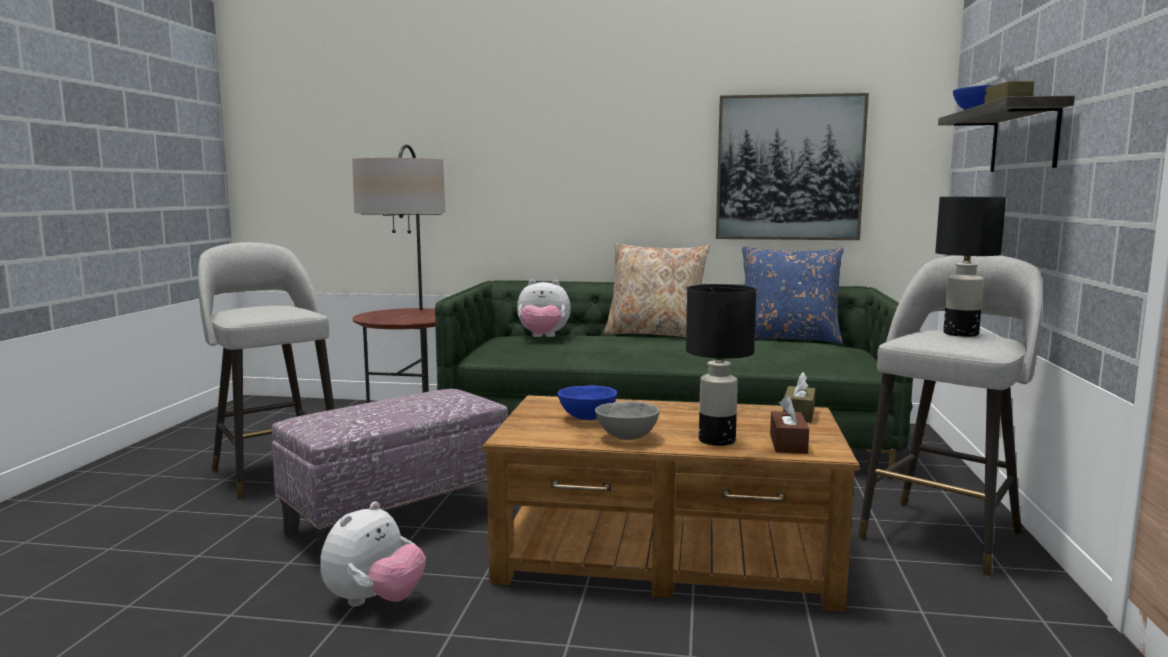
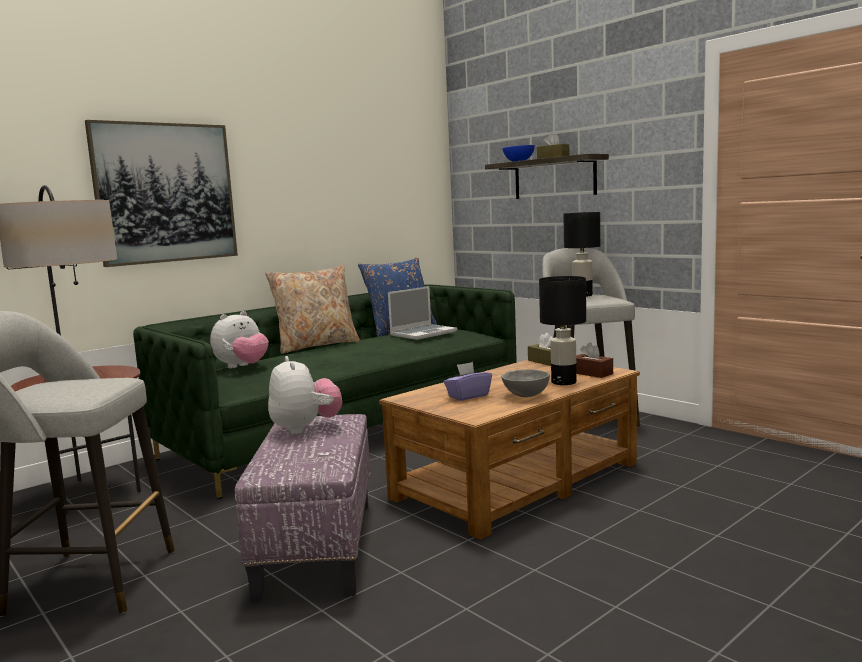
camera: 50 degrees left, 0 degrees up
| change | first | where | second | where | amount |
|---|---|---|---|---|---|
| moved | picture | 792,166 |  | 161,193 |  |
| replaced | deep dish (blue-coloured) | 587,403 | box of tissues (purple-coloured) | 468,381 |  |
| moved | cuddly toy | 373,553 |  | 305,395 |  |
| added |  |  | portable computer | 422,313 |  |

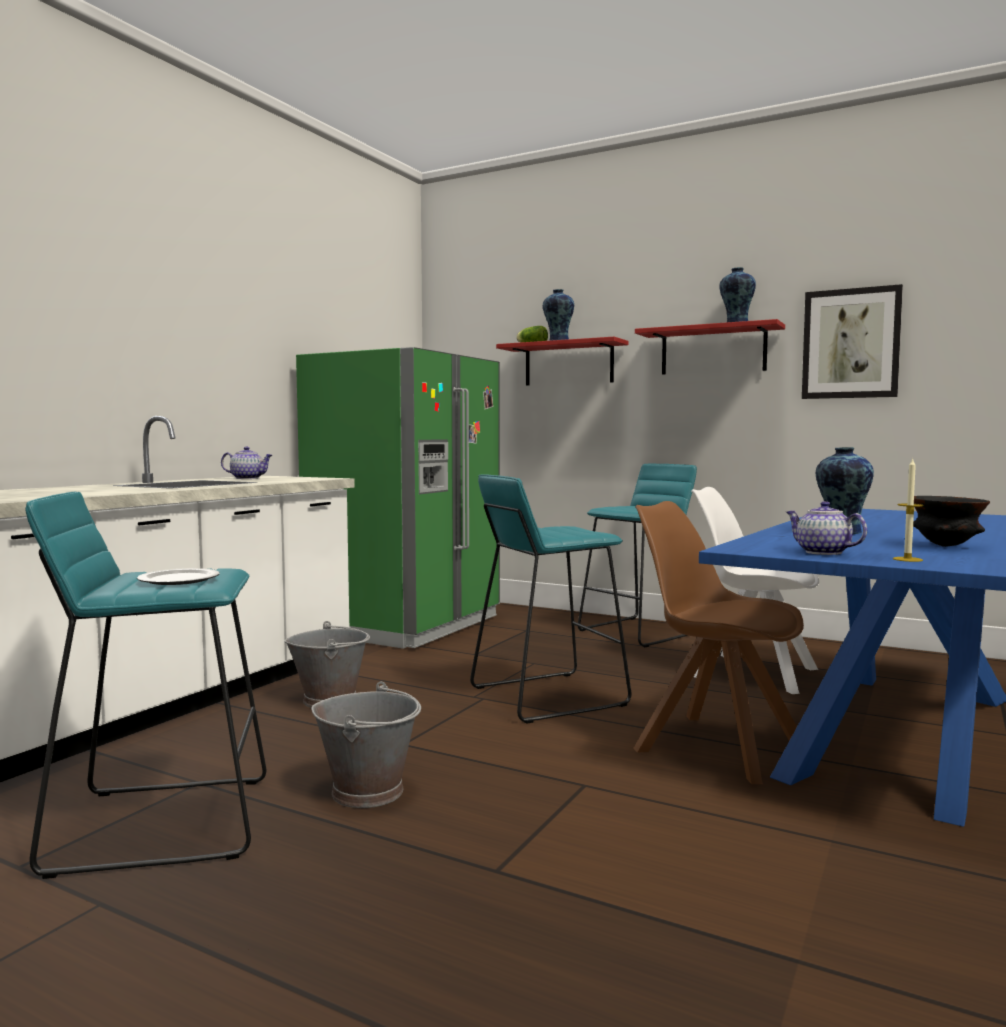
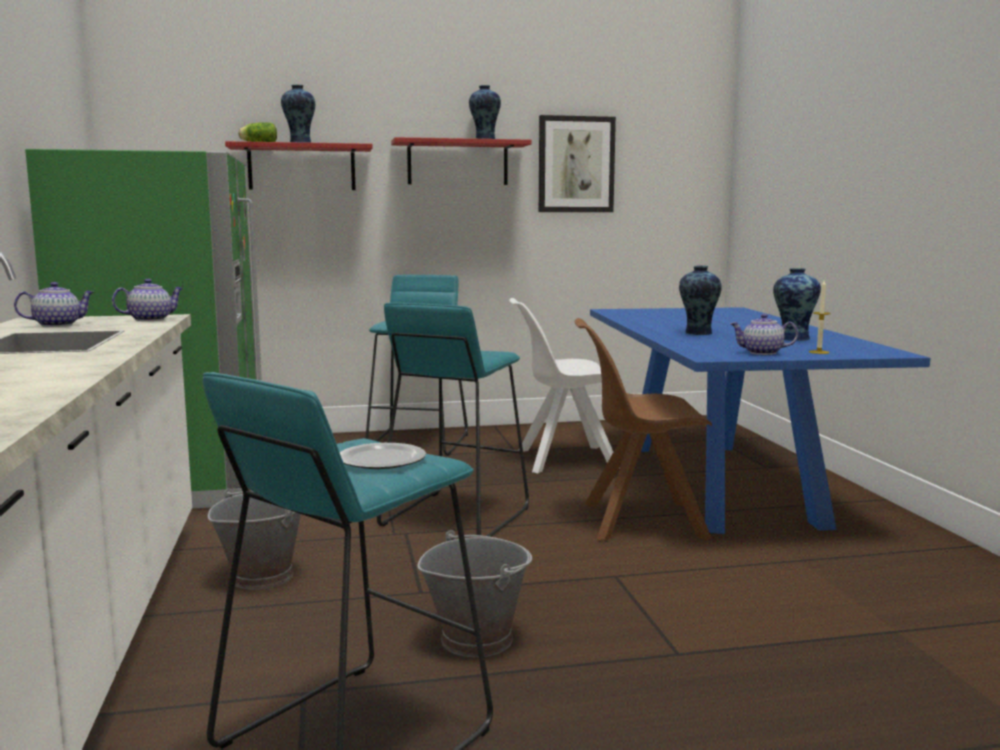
camera: 40 degrees left, 5 degrees up
| change | first | where | second | where | amount |
|---|---|---|---|---|---|
| replaced | deep dish (blackish) | 951,521 | decorative vase | 797,304 |  |
| added |  |  | pot for tea | 148,300 |  |

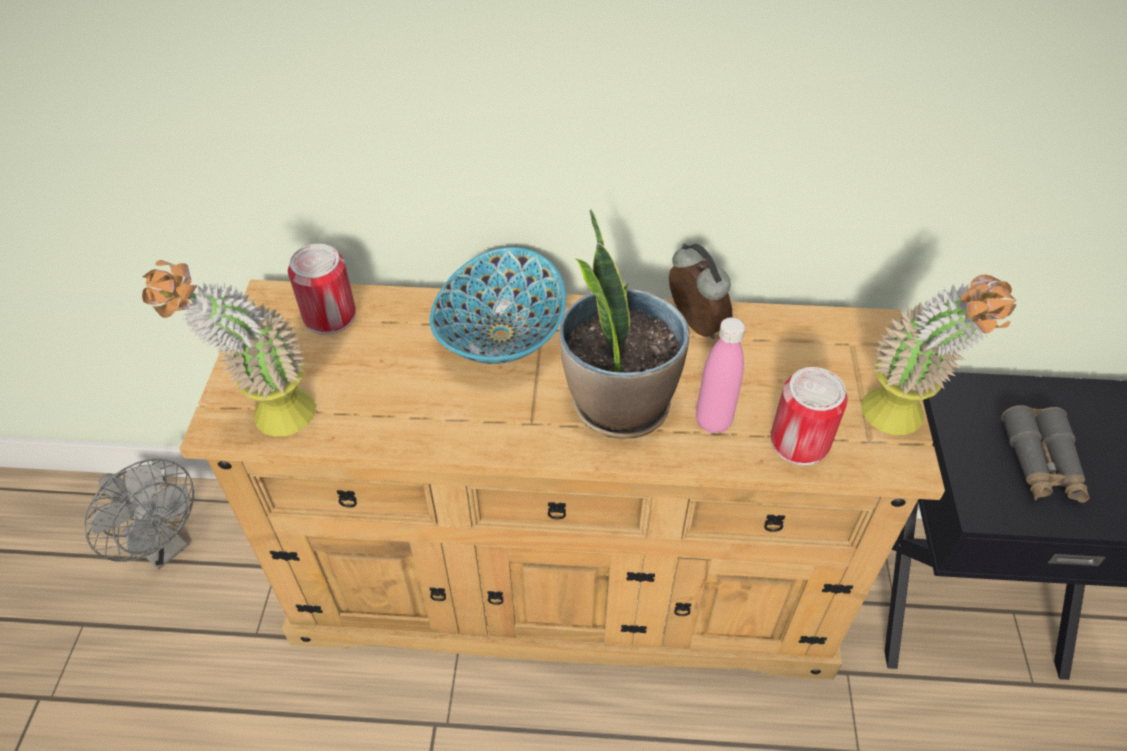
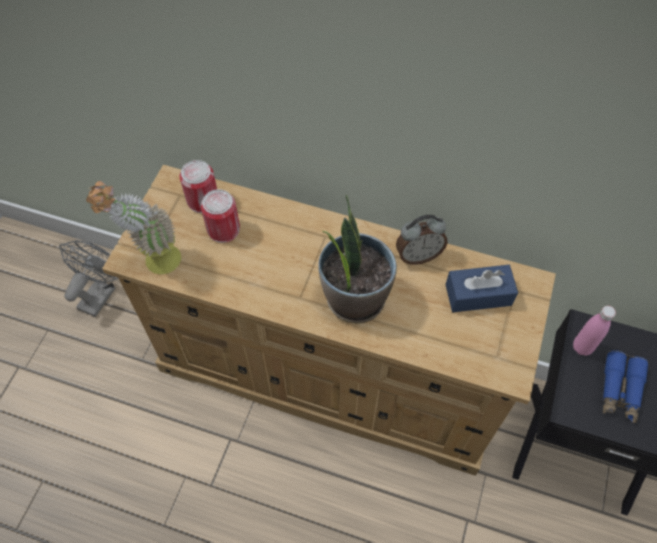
camera: 15 degrees right, 10 degrees up
| change | first | where | second | where | amount |
|---|---|---|---|---|---|
| turned | alarm clock | 701,291 |  | 422,240 | 90 degrees clockwise |
| removed | deep dish | 498,305 |  |  |  |
| removed | potted plant | 938,355 |  |  |  |
| moved | beverage bottle (pink-coloured) | 720,375 |  | 594,331 |  |
| moved | can | 809,416 |  | 220,216 |  |
| recoloured | field glasses (grey) | 1045,454 | field glasses (blue-coloured) | 626,386 |  |
| turned | electric fan (grey) | 139,514 |  | 89,278 | 120 degrees counterclockwise |
| added |  |  | box of tissues (blue-coloured) | 482,288 |  |

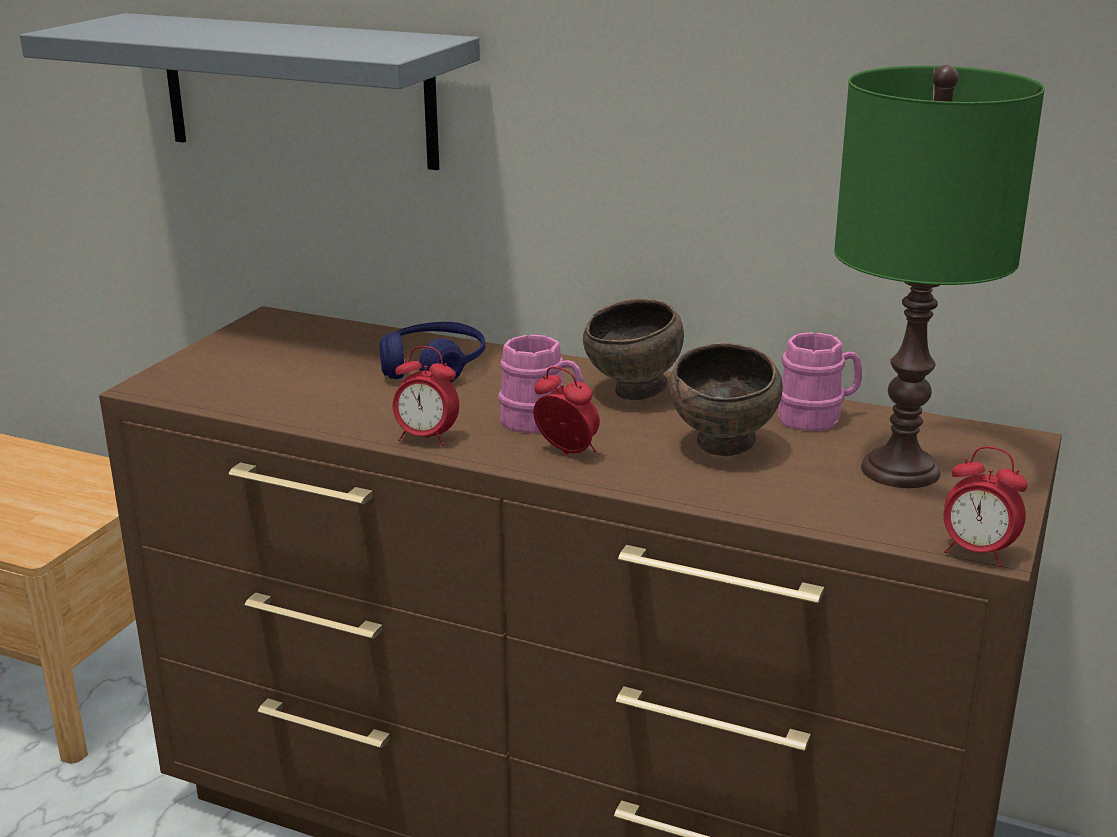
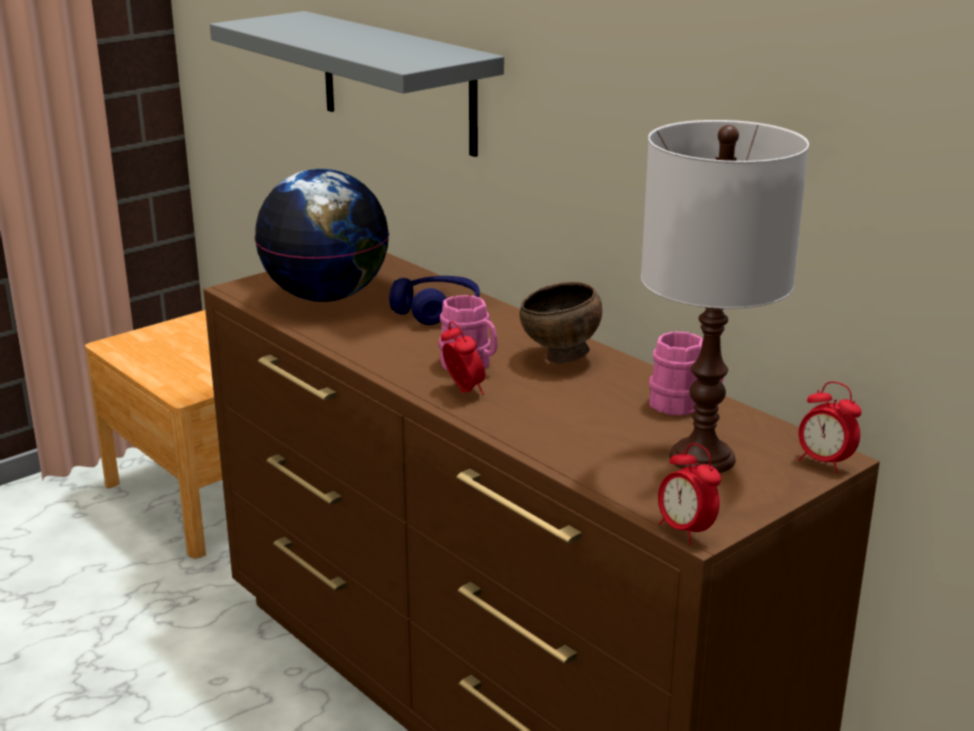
camera: 25 degrees right, 0 degrees up
| change | first | where | second | where | amount |
|---|---|---|---|---|---|
| recoloured | lamp for a table (greenish) | 939,276 | lamp for a table (white-coloured) | 725,296 |  |
| removed | deep dish (brown-coloured) | 726,399 |  |  |  |
| moved | alarm clock | 426,396 |  | 829,427 |  |
| added |  |  | globe | 322,235 |  |

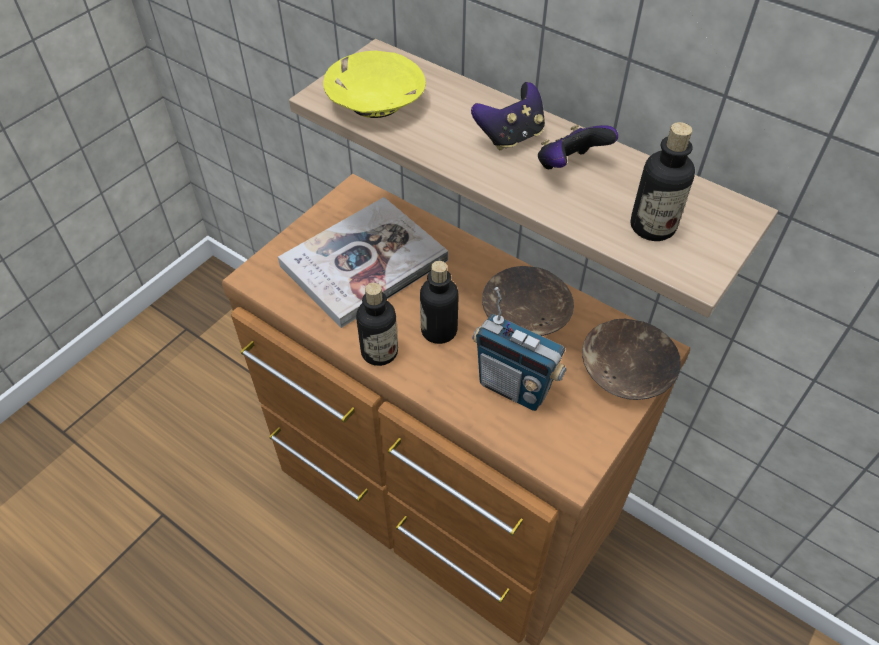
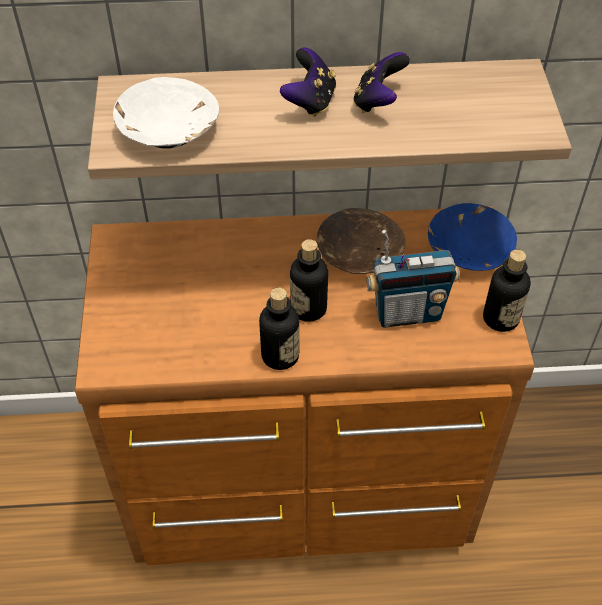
camera: 40 degrees left, 0 degrees up
| change | first | where | second | where | amount |
|---|---|---|---|---|---|
| recoloured | deep dish (yellow) | 374,84 | deep dish (white-coloured) | 166,113 |  |
| moved | beverage bottle | 662,181 |  | 507,290 |  |
| removed | book | 363,262 |  |  |  |
| recoloured | deep dish (brown-coloured) | 631,359 | deep dish (blue-coloured) | 472,237 |  |

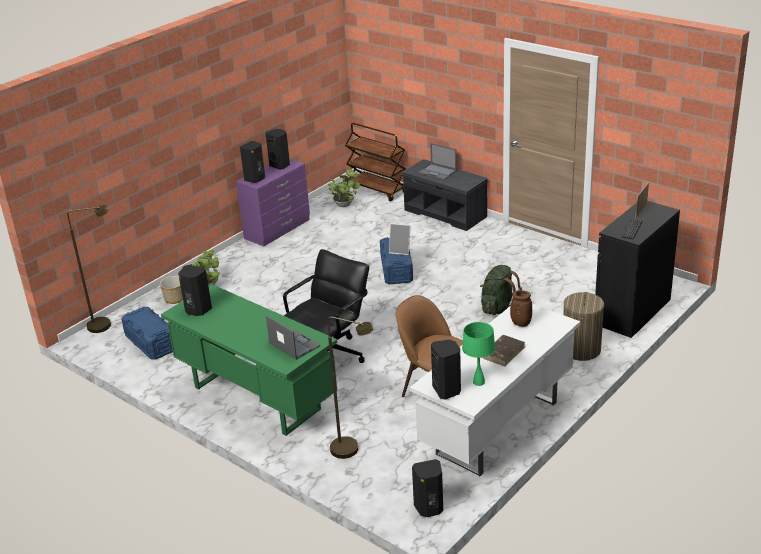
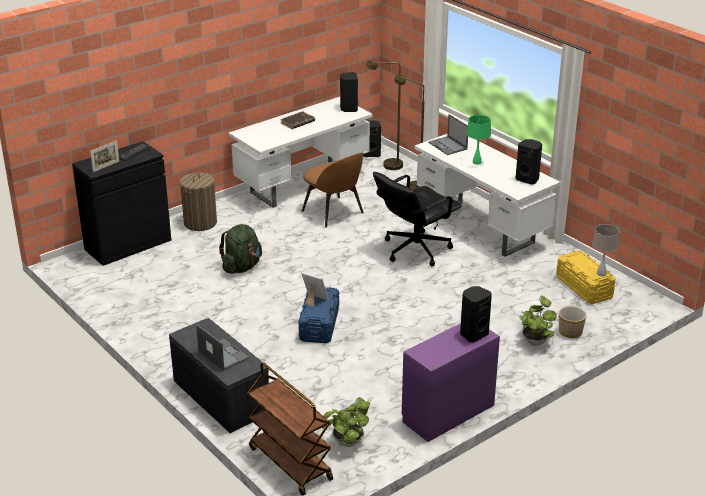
camera: 170 degrees left, 0 degrees up
| change | first | where | second | where | amount |
|---|---|---|---|---|---|
| removed | speaker (blackish) | 278,149 |  |  |  |
| moved | standard lamp (brown-coloured) | 89,269 |  | 384,115 |  |
| recoloured | desk (greenish) | 249,360 | desk (white-coloured) | 487,195 |  |
| removed | decorative vase (brown-coloured) | 521,308 |  |  |  |
| recoloured | storage container (blue-coloured) | 147,333 | storage container (yellow) | 586,277 |  |
| moved | lamp for a table (greenish) | 478,354 |  | 478,140 |  |
| added |  |  | lamp for a table (beige-coloured) | 606,250 |  |

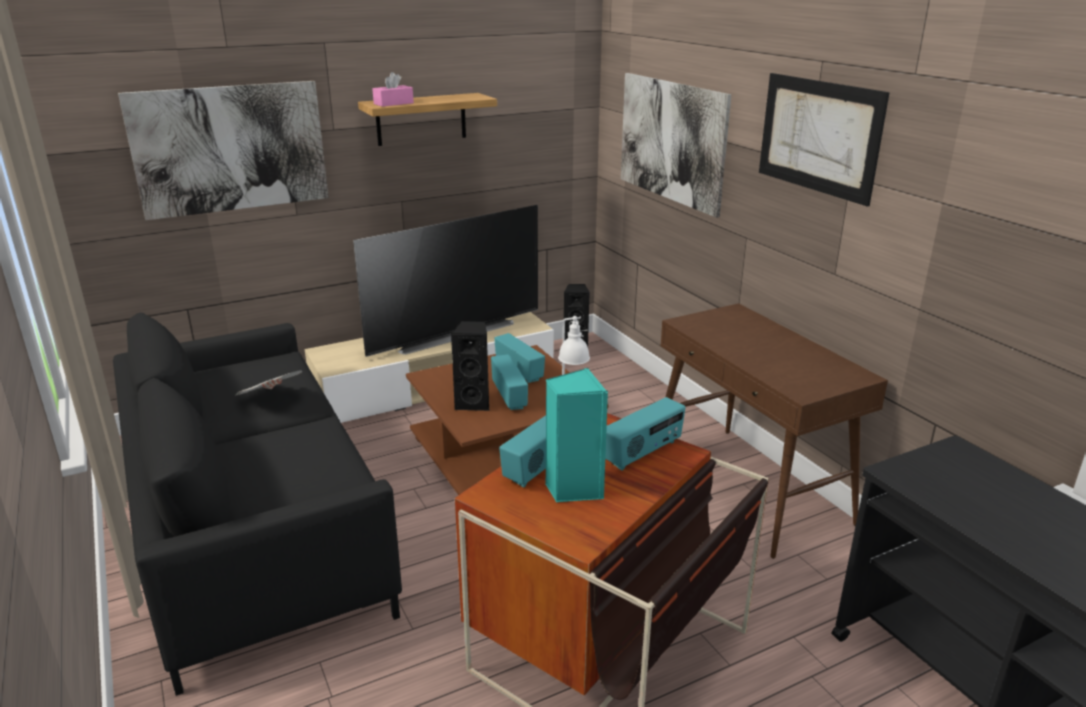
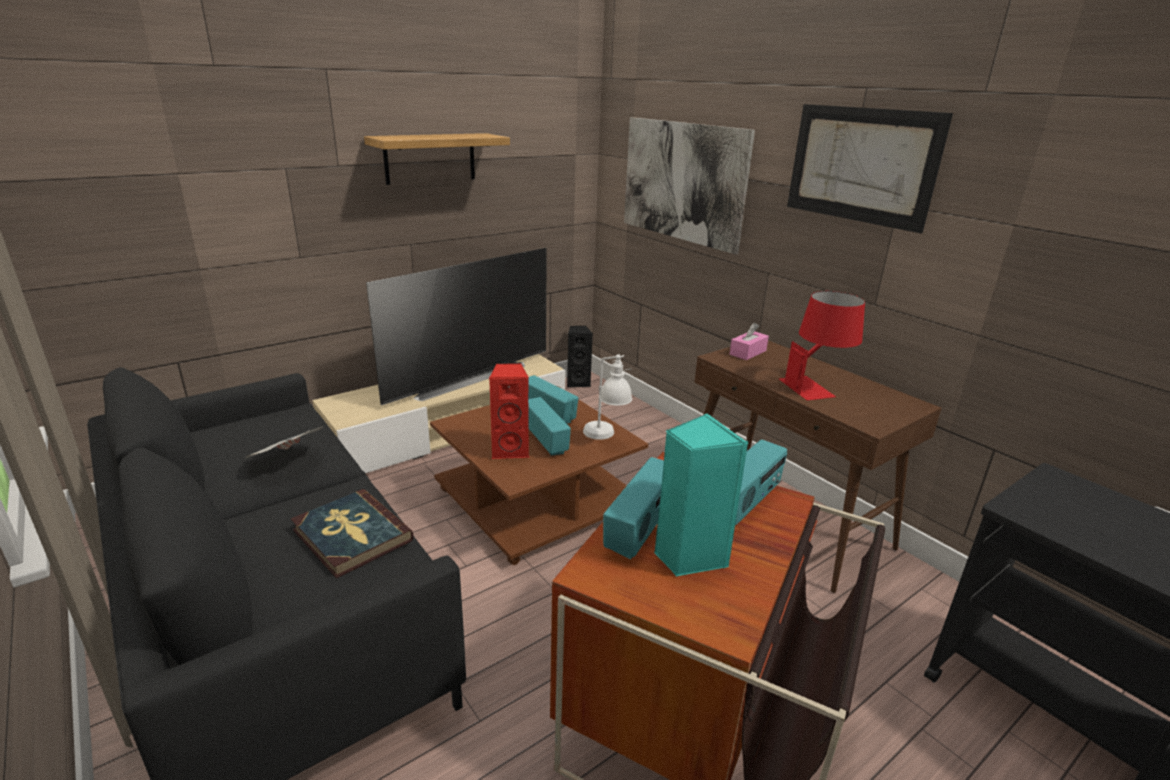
camera: 10 degrees left, 0 degrees up
| change | first | where | second | where | amount |
|---|---|---|---|---|---|
| moved | box of tissues (pink-coloured) | 393,89 |  | 749,341 |  |
| removed | picture | 223,150 |  |  |  |
| recoloured | speaker (blackish) | 469,366 | speaker (red) | 509,411 |  |
| added |  |  | lamp for a table (red) | 822,345 |  |
| added |  |  | book | 352,533 |  |

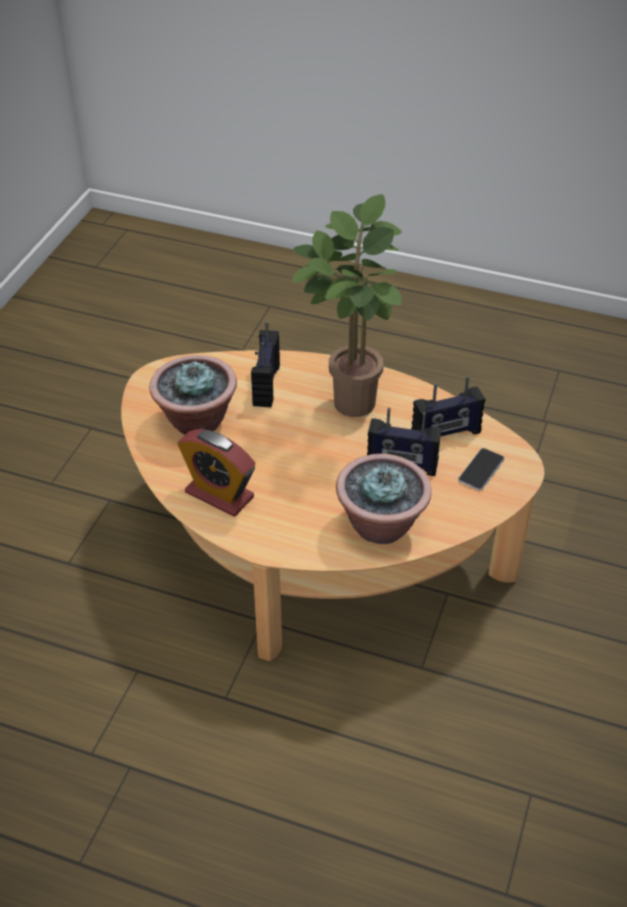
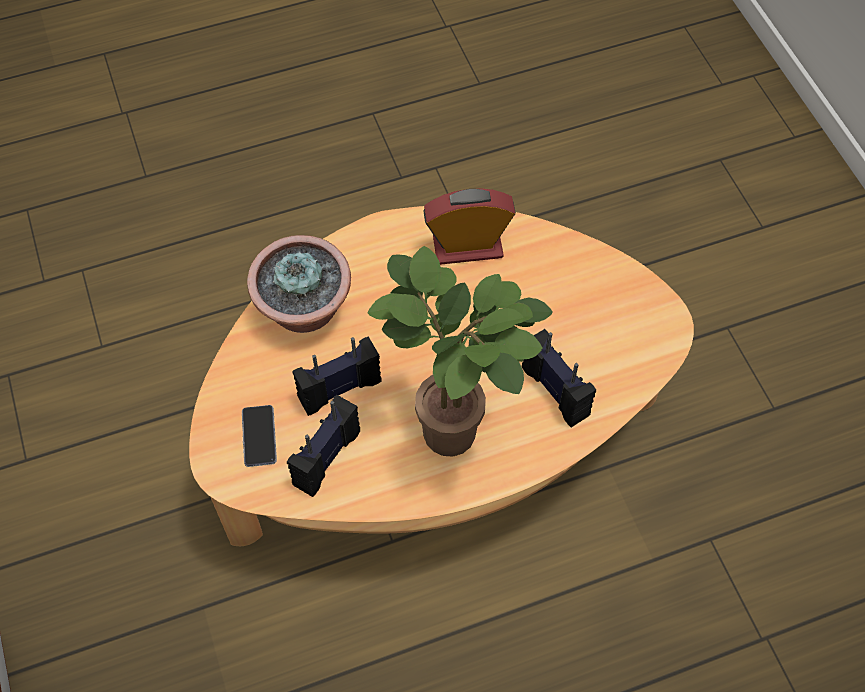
camera: 140 degrees right, 15 degrees up
| change | first | where | second | where | amount |
|---|---|---|---|---|---|
| removed | potted plant | 193,395 |  |  |  |

